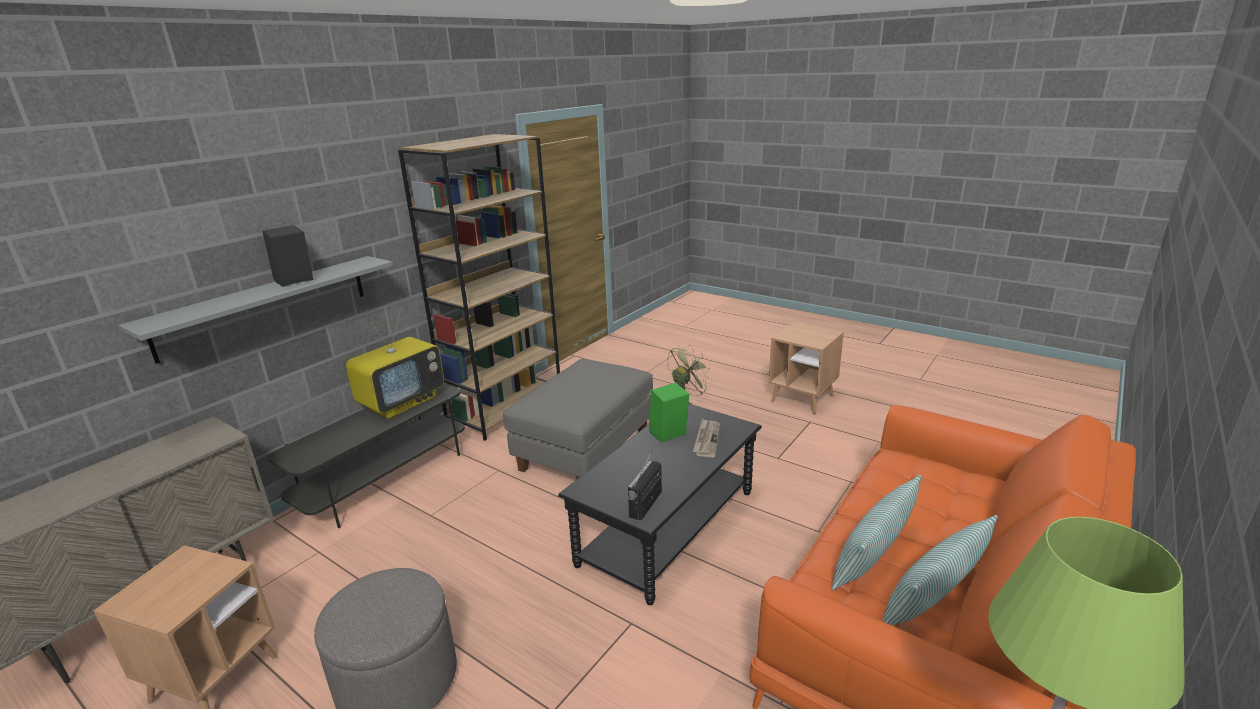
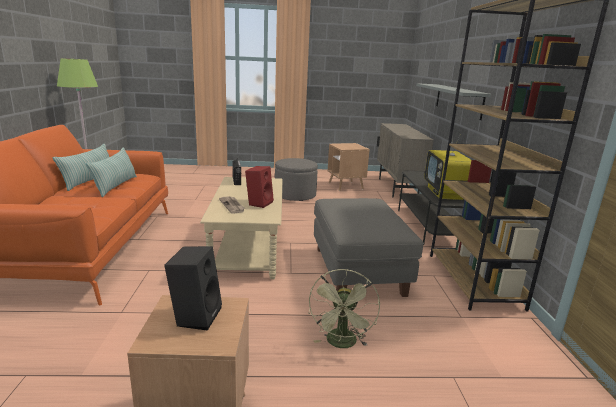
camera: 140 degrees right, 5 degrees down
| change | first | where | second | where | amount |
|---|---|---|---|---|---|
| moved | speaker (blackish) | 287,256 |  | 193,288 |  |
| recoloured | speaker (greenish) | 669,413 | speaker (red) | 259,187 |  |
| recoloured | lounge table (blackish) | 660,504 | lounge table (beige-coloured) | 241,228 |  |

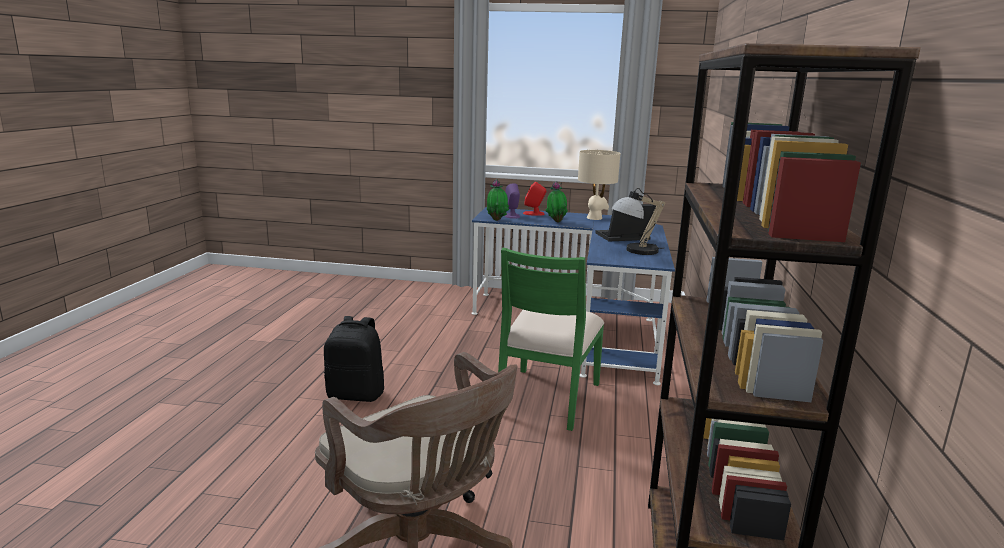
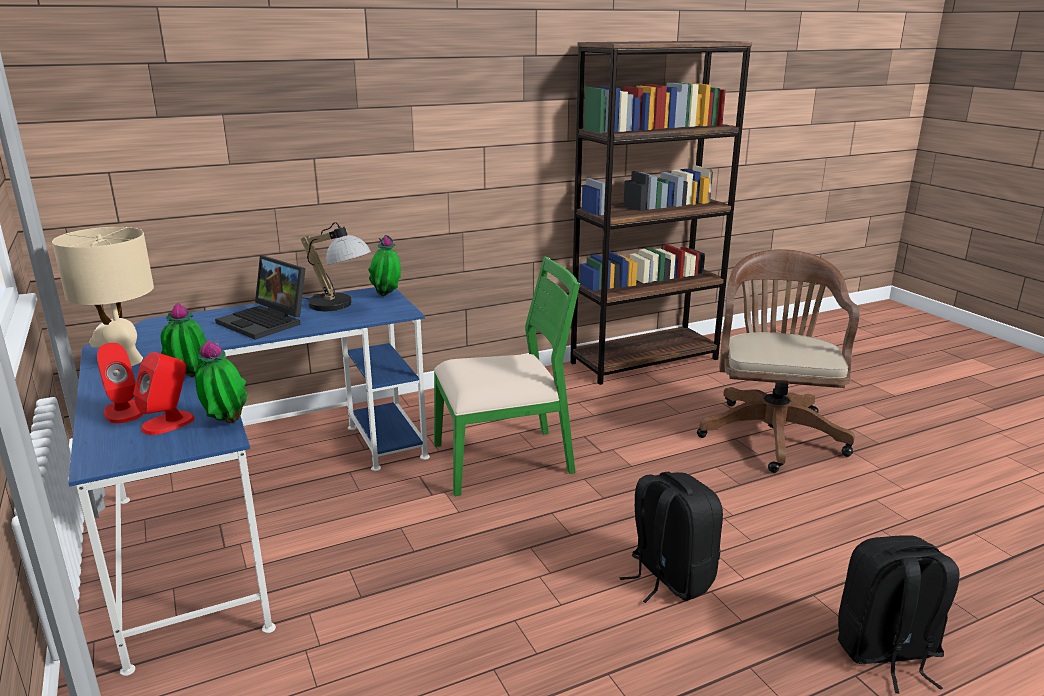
camera: 125 degrees left, 5 degrees up
| change | first | where | second | where | amount |
|---|---|---|---|---|---|
| recoloured | speaker (purple-coloured) | 512,201 | speaker (red) | 164,393 |  |
| added |  |  | potted plant | 384,265 |  |
| added |  |  | knapsack (blackish) | 899,614 |  |

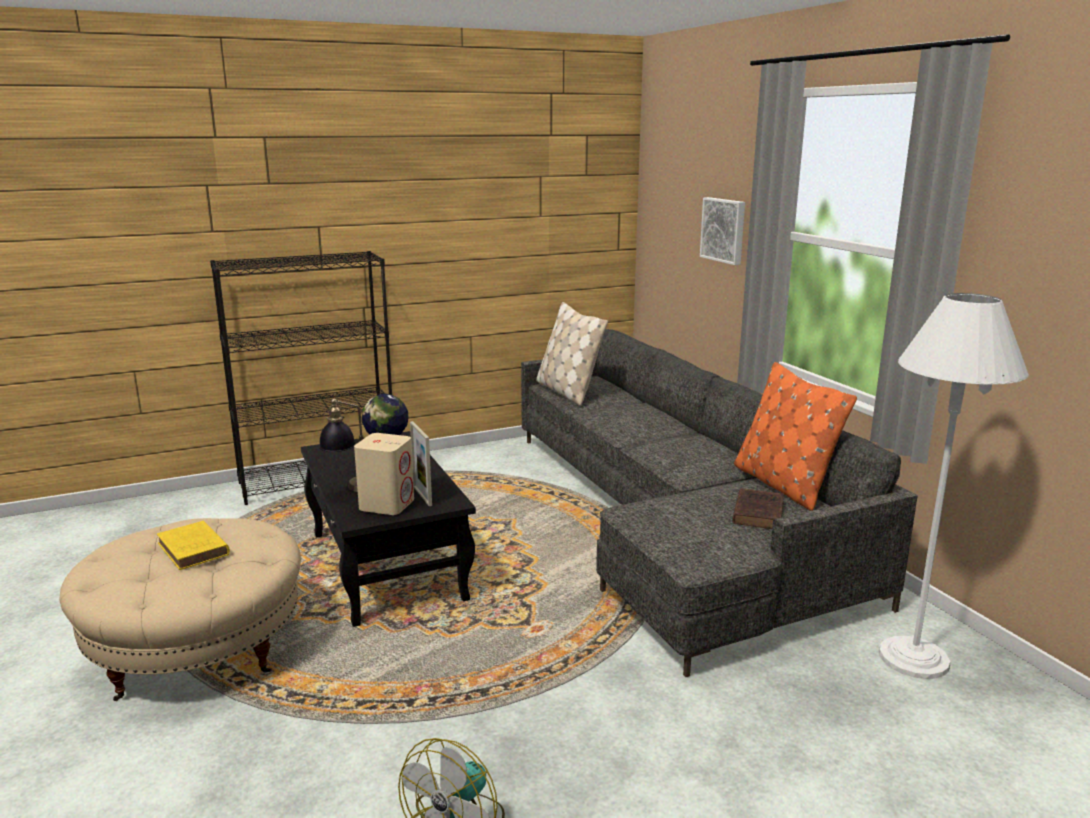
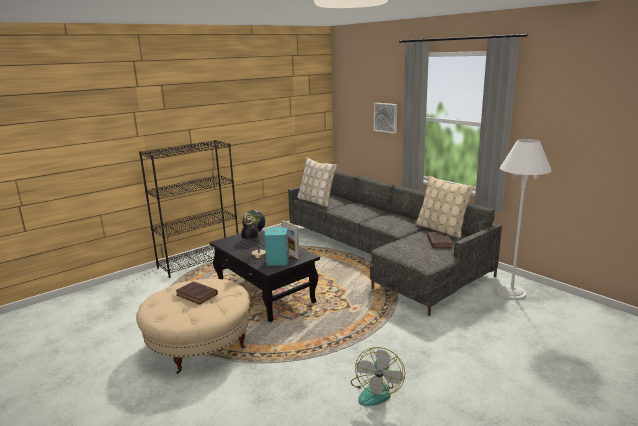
camera: 15 degrees left, 0 degrees up
| change | first | where | second | where | amount |
|---|---|---|---|---|---|
| recoloured | pillow (orange) | 795,436 | pillow (beige-coloured) | 445,207 |  |
| recoloured | speaker (beige-coloured) | 384,474 | speaker (blue-green) | 276,246 |  |
| recoloured | book (yellow) | 193,545 | book (brown-coloured) | 197,293 |  |

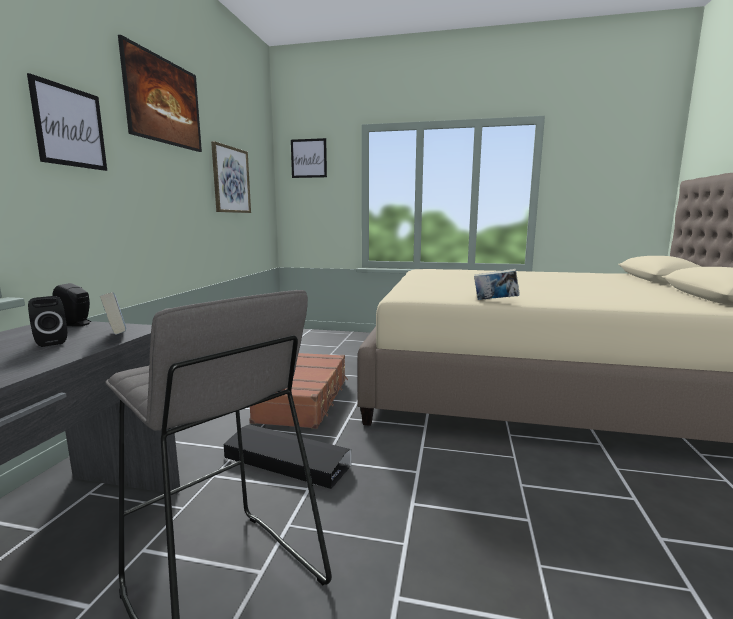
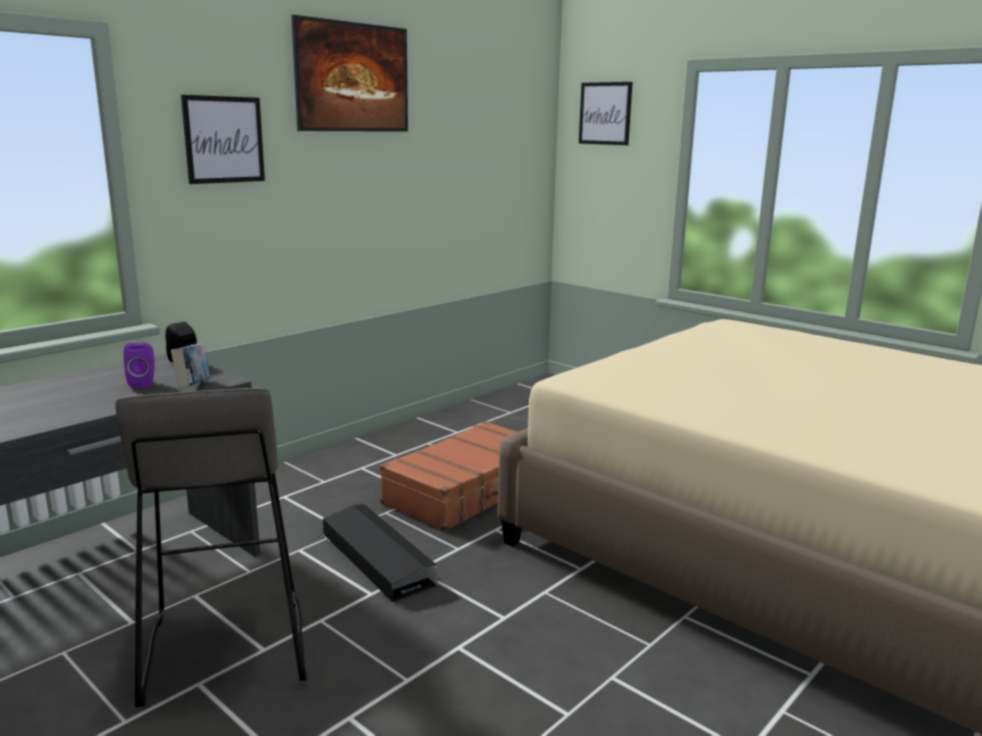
camera: 30 degrees right, 5 degrees up
| change | first | where | second | where | amount |
|---|---|---|---|---|---|
| removed | picture | 231,177 |  |  |  |
| removed | book | 497,284 |  |  |  |
| recoloured | speaker (blackish) | 47,321 | speaker (purple-coloured) | 139,365 |  |

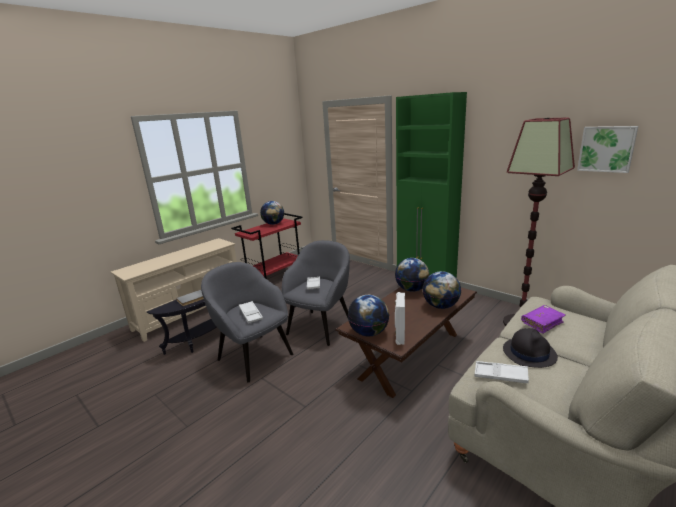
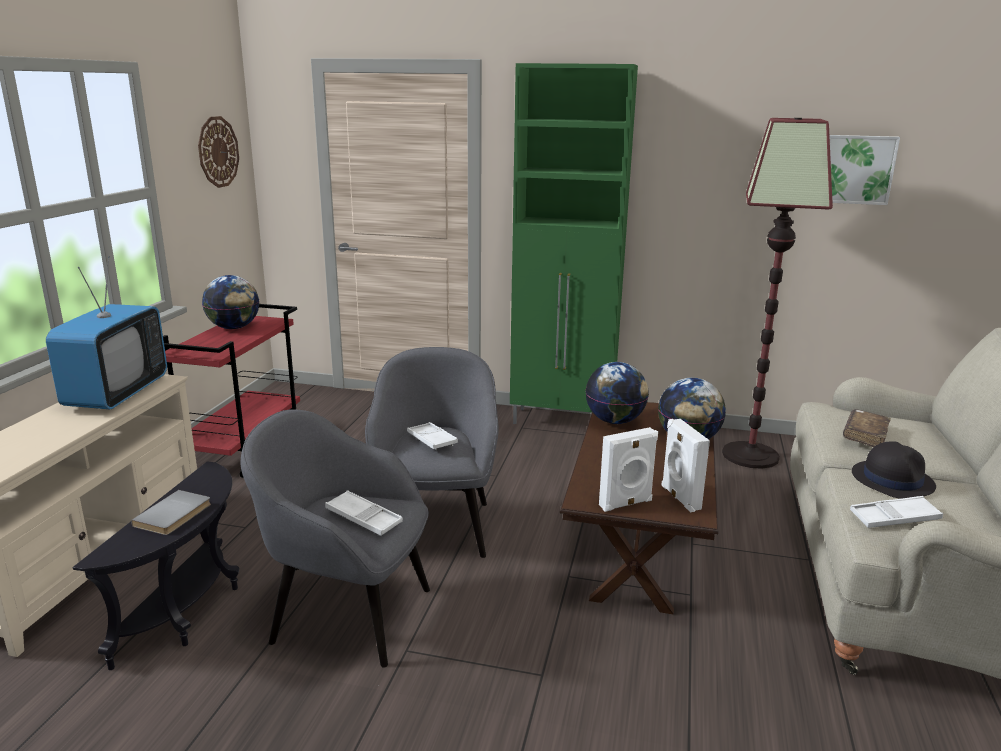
camera: 30 degrees left, 0 degrees up
| change | first | where | second | where | amount |
|---|---|---|---|---|---|
| replaced | globe | 368,315 | speaker (white-coloured) | 628,469 |  |
| recoloured | book (purple-coloured) | 543,319 | book (brown-coloured) | 867,428 |  |
| added |  |  | wall clock | 218,152 |  |
| added |  |  | television | 106,333 |  |

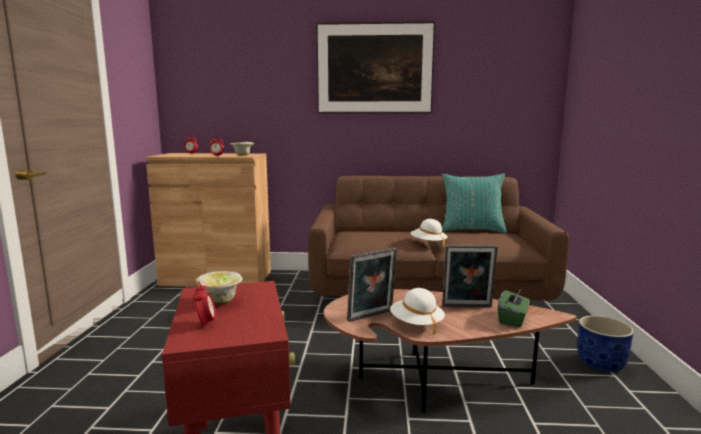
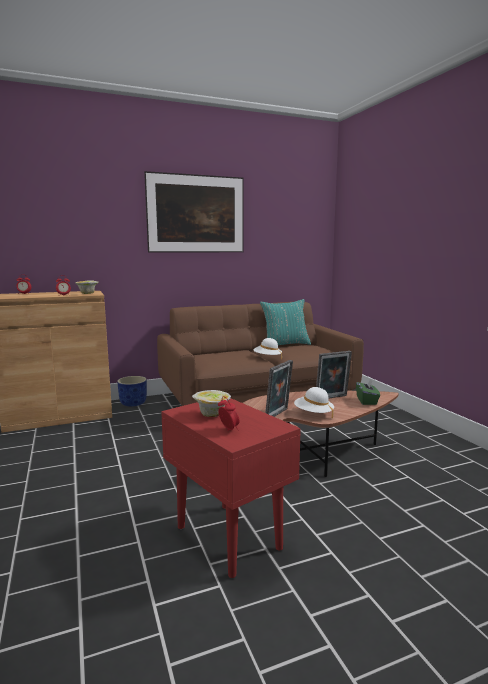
camera: 25 degrees left, 0 degrees up
| change | first | where | second | where | amount |
|---|---|---|---|---|---|
| moved | plant pot (blue-coloured) | 605,344 |  | 132,391 |  |

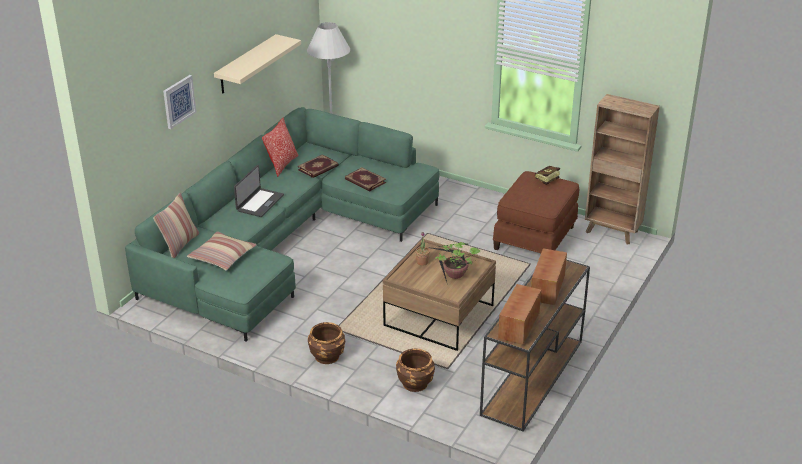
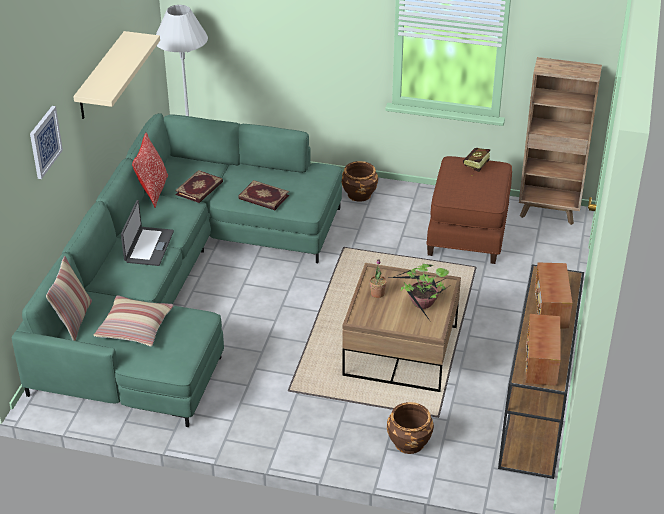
camera: 15 degrees left, 5 degrees up
| change | first | where | second | where | amount |
|---|---|---|---|---|---|
| moved | plant pot (brown-coloured) | 326,343 |  | 360,181 |  |

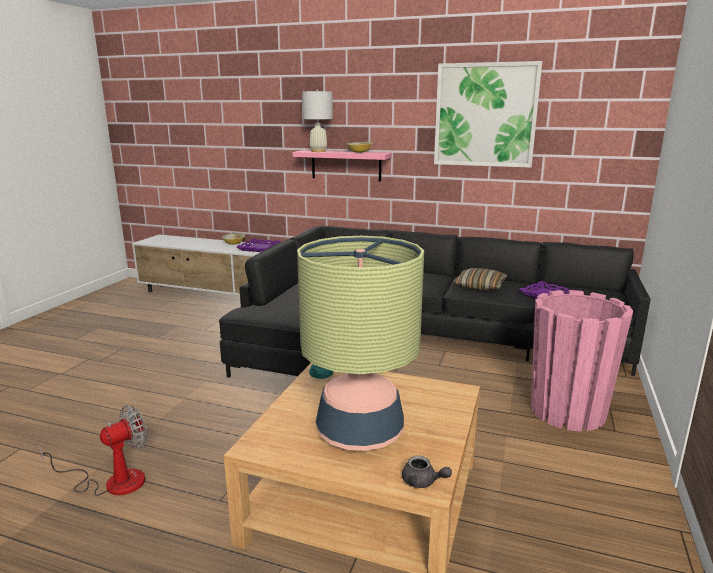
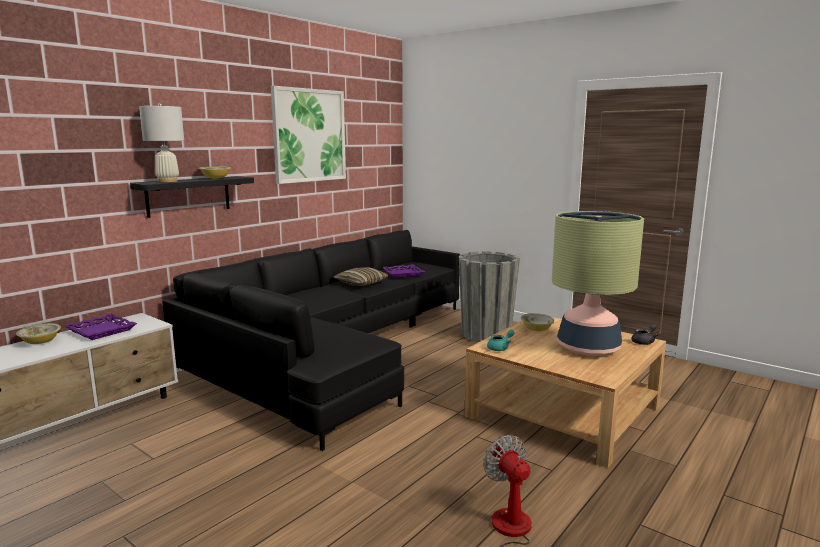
camera: 70 degrees left, 5 degrees down
| change | first | where | second | where | amount |
|---|---|---|---|---|---|
| recoloured | shelf (pink-coloured) | 342,165 | shelf (blackish) | 192,197 |  |
| recoloured | plant pot (pink-coloured) | 582,361 | plant pot (grey) | 489,296 |  |
| added |  |  | deep dish | 538,322 |  |

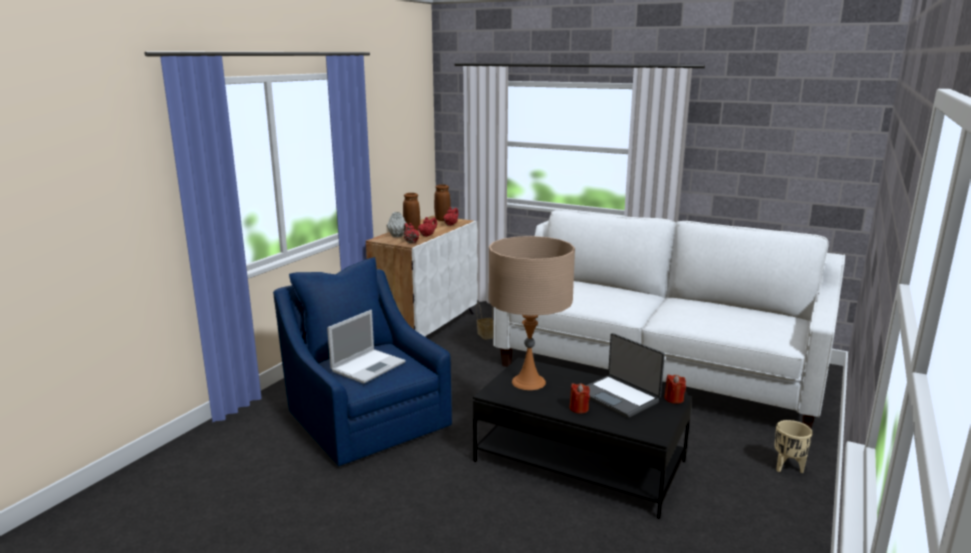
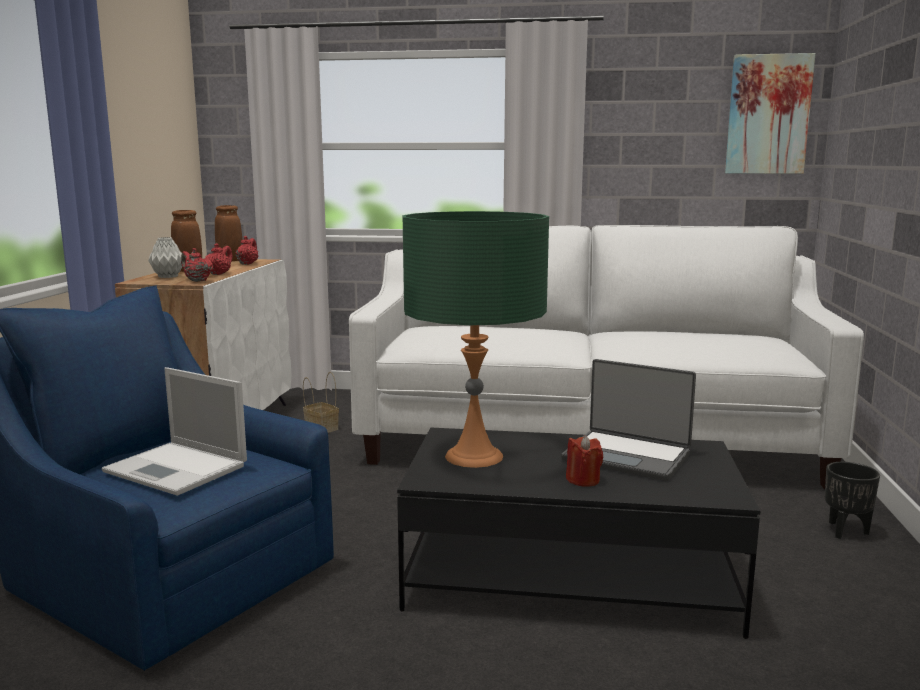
camera: 20 degrees left, 5 degrees down
| change | first | where | second | where | amount |
|---|---|---|---|---|---|
| recoloured | lamp for a table (beige-coloured) | 532,313 | lamp for a table (greenish) | 476,339 |  |
| turned | portable computer | 366,347 |  | 174,431 | 105 degrees clockwise |
| removed | wax candle (red) | 675,389 |  |  |  |
| recoloured | plant pot (beige-coloured) | 793,446 | plant pot (blackish) | 852,500 |  |
| added |  |  | picture | 770,113 |  |

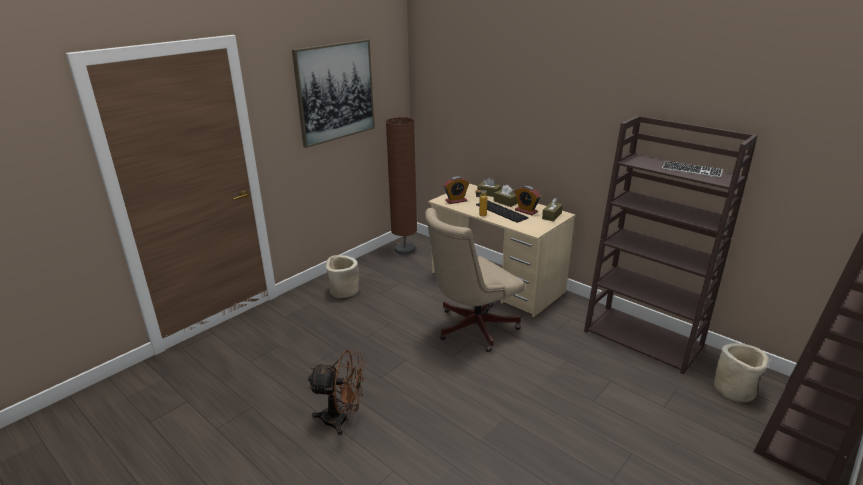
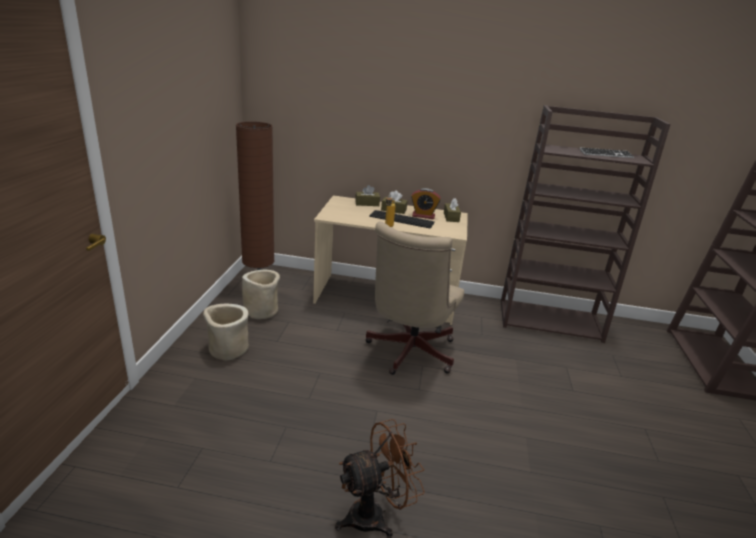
camera: 35 degrees left, 0 degrees up
| change | first | where | second | where | amount |
|---|---|---|---|---|---|
| removed | picture | 333,93 |  |  |  |
| removed | alarm clock | 456,190 |  |  |  |
| moved | plant pot (beige-coloured) | 741,372 |  | 261,294 |  |

